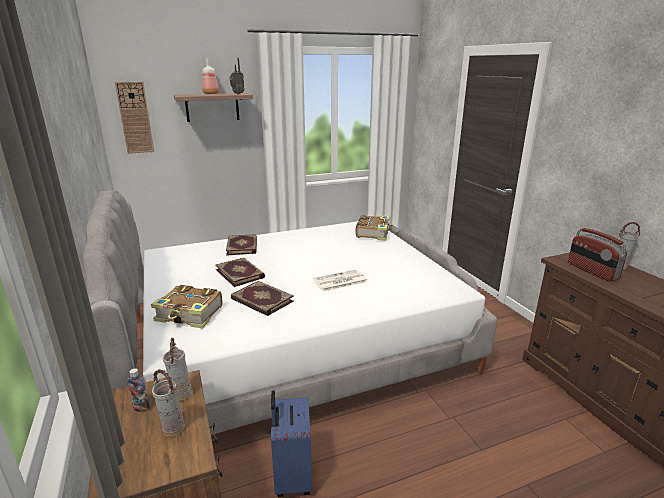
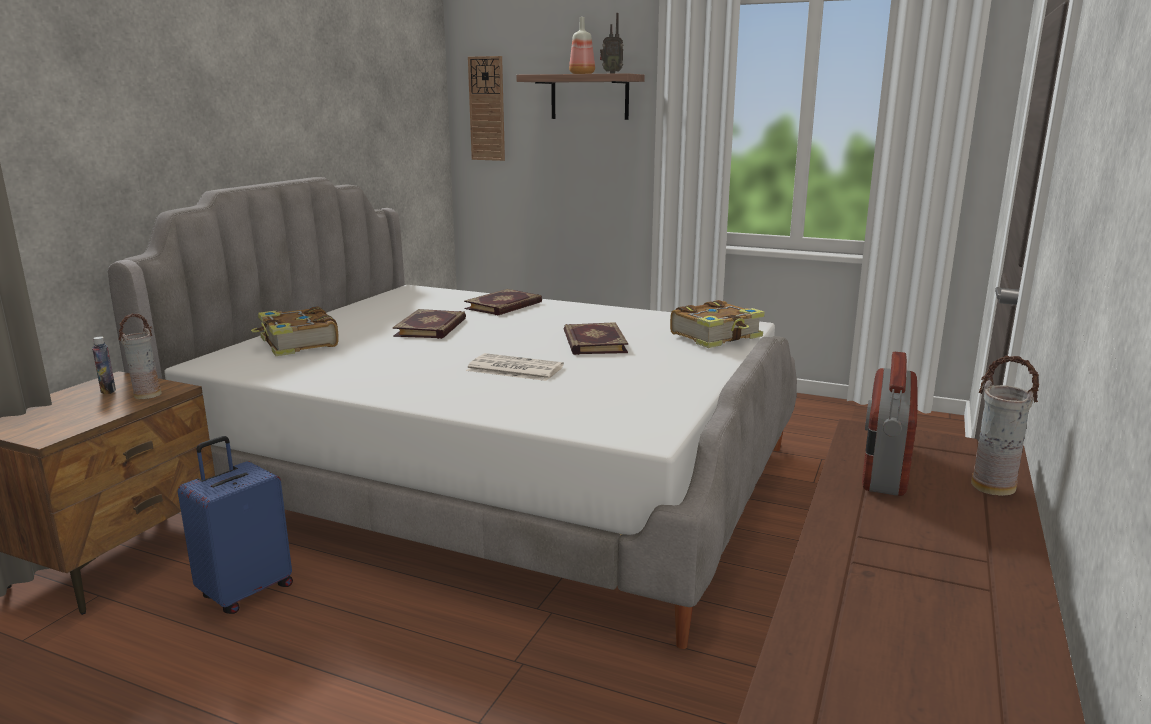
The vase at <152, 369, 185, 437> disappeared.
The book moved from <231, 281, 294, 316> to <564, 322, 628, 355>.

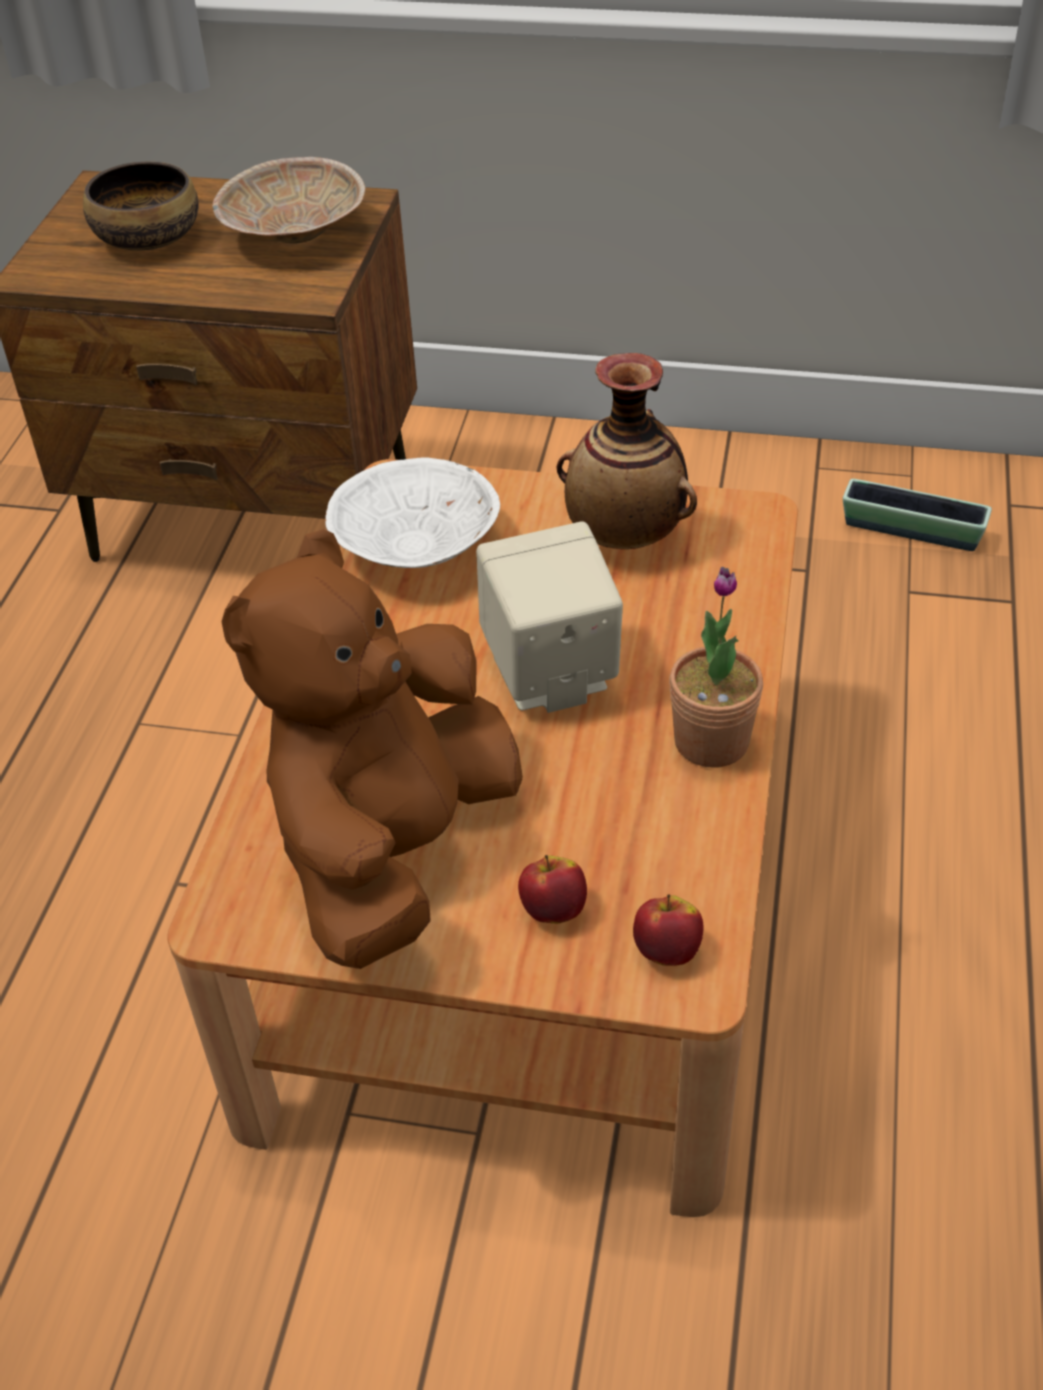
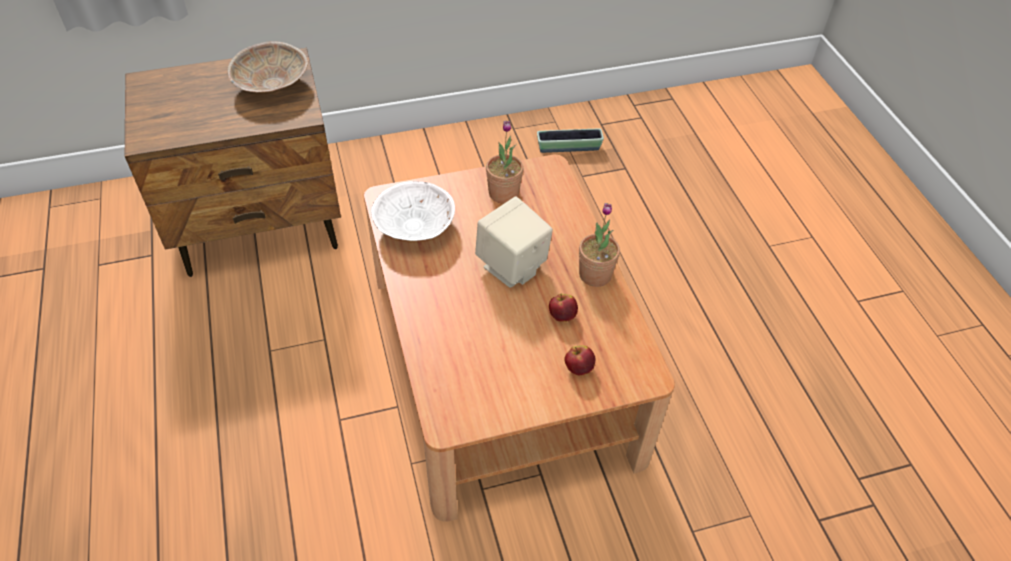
The bowl at <83, 162, 199, 251> disappeared.
The plush toy/brown at <221, 529, 523, 969> disappeared.
The apple moved from <633, 895, 704, 966> to <549, 294, 578, 322>.
The vase at <556, 353, 697, 549> was replaced by the potted plant at <486, 120, 523, 204>.

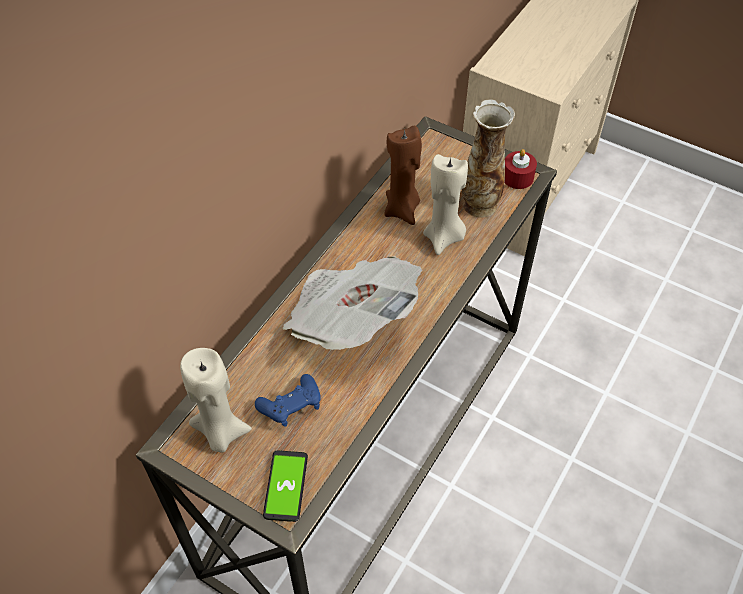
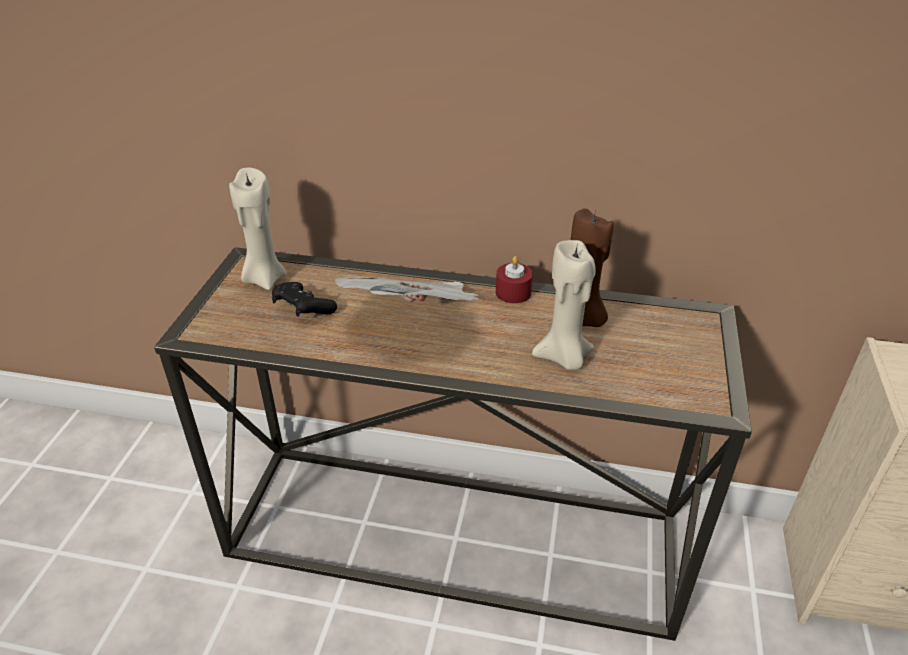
The phone at <263, 450, 308, 522> disappeared.
The vase at <462, 99, 515, 218> disappeared.
The candle/red moved from <505, 149, 537, 189> to <496, 256, 533, 303>.
The game controller/blue at <255, 374, 321, 427> became the game controller/black at <272, 282, 337, 317>.

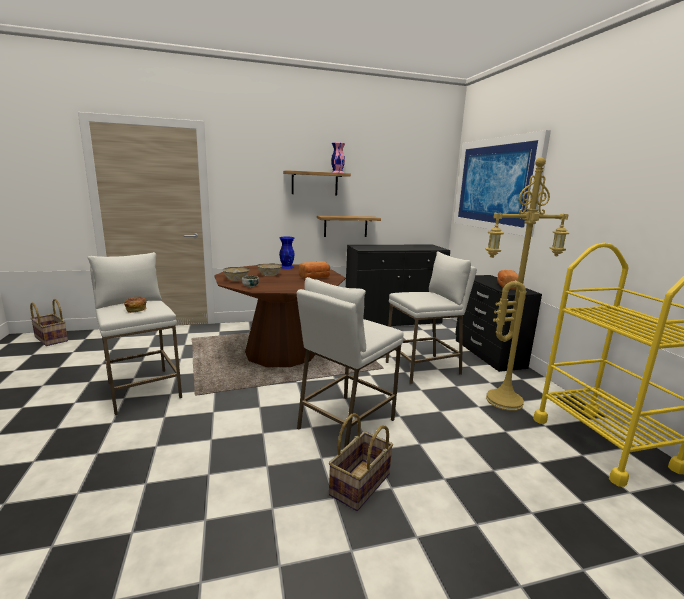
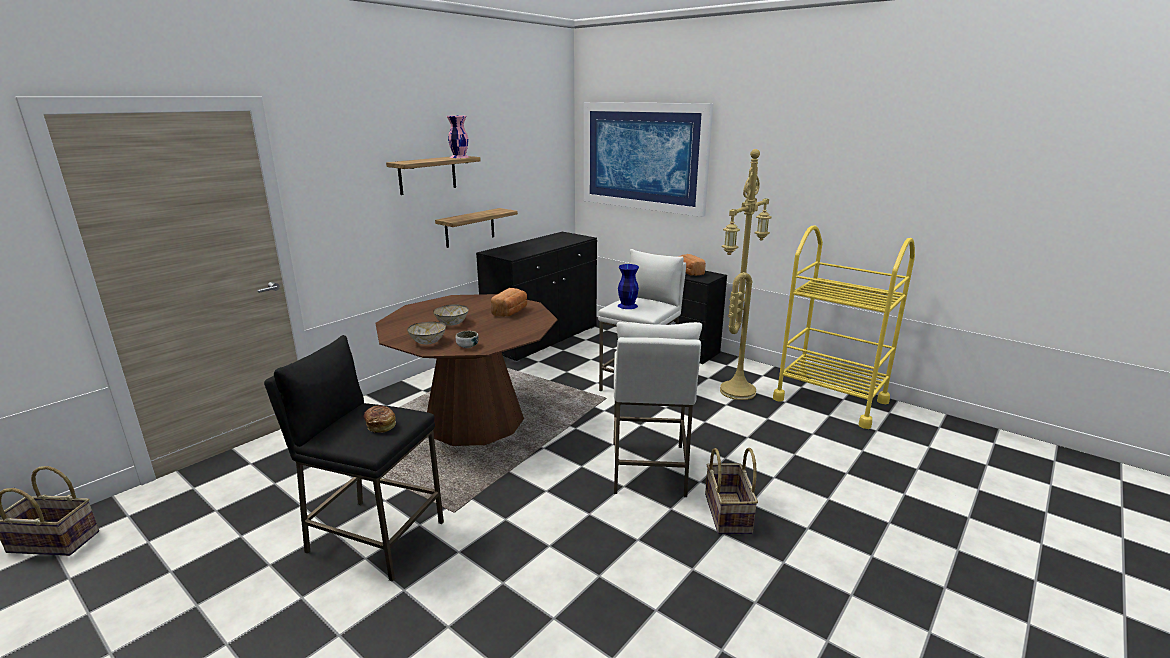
The vase/blue moved from <279, 237, 295, 269> to <618, 264, 639, 309>.
The stool/white at <88, 252, 182, 415> became the stool/black at <264, 335, 444, 582>.

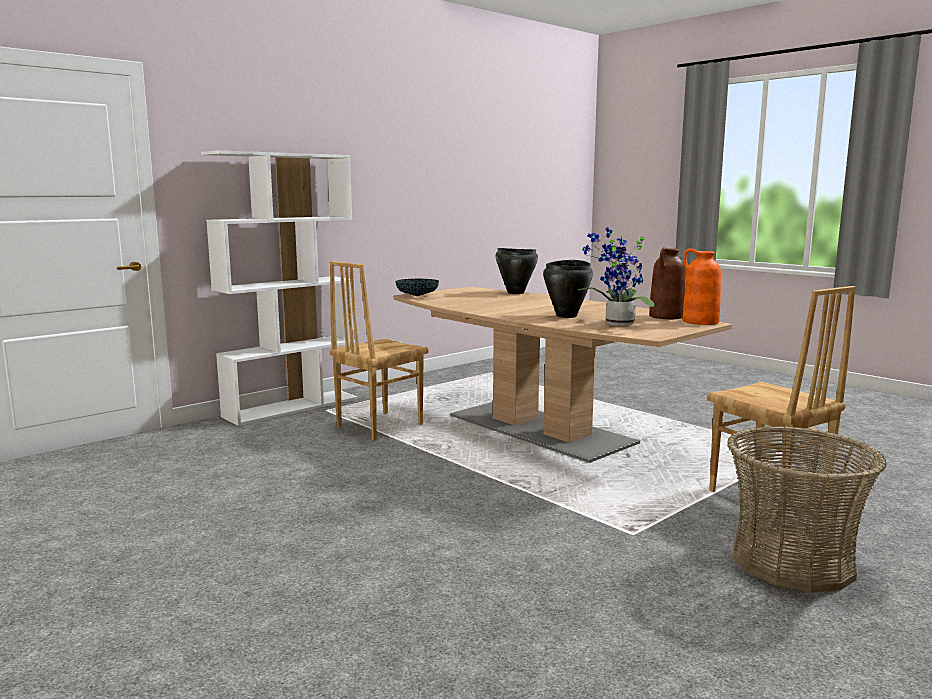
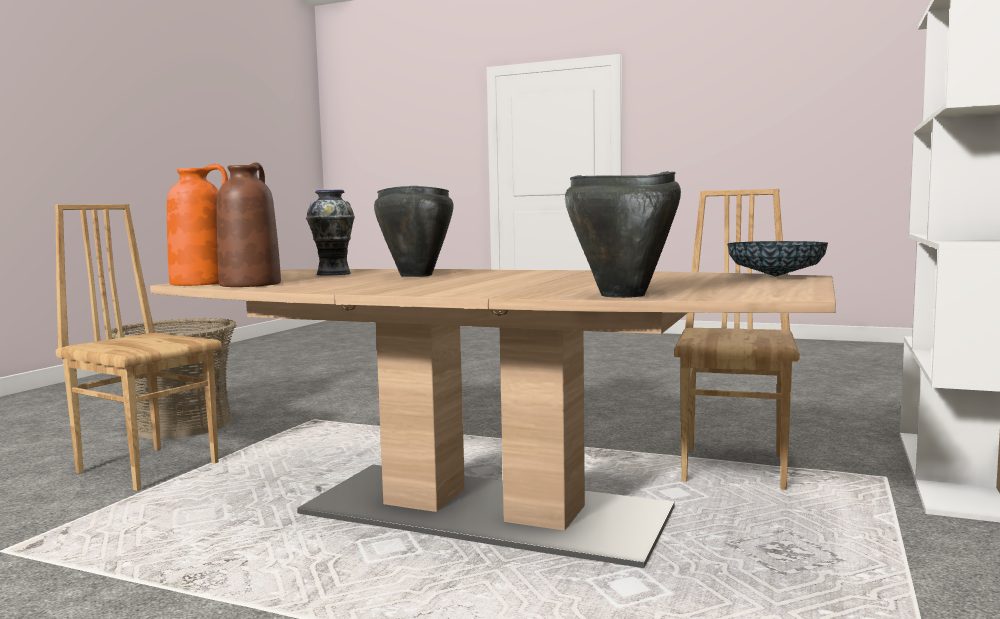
The potted plant at <578, 227, 655, 326> was replaced by the vase at <306, 189, 355, 275>.

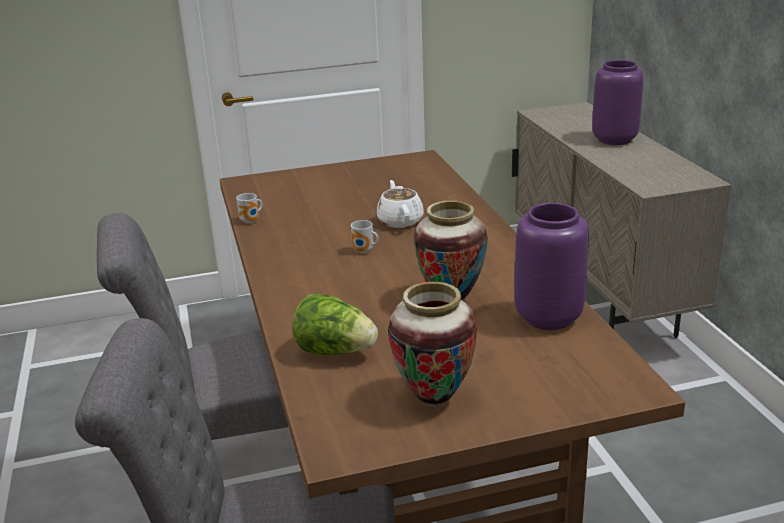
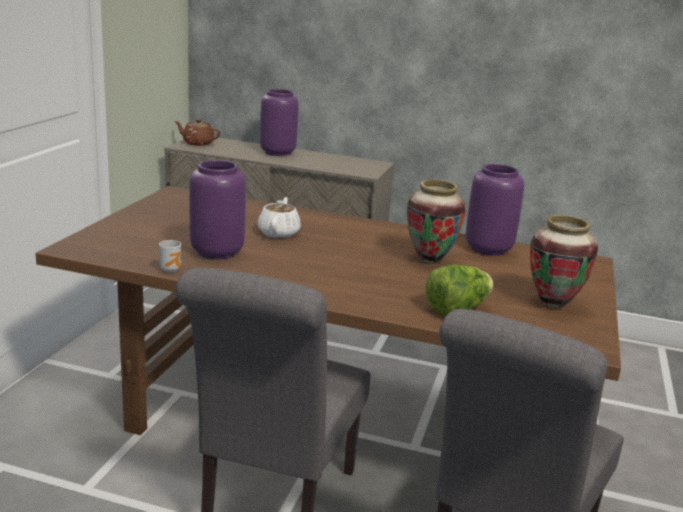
The mug at <351, 220, 379, 254> disappeared.
The teapot/brown at <174, 119, 220, 146> appeared.
The vase/purple at <189, 160, 246, 259> appeared.
The teapot/white at <377, 180, 424, 228> turned 75 degrees clockwise.

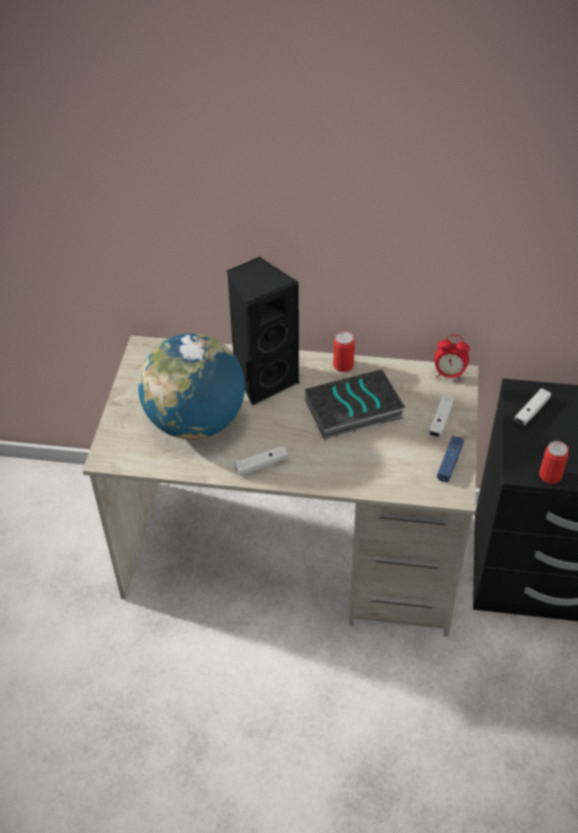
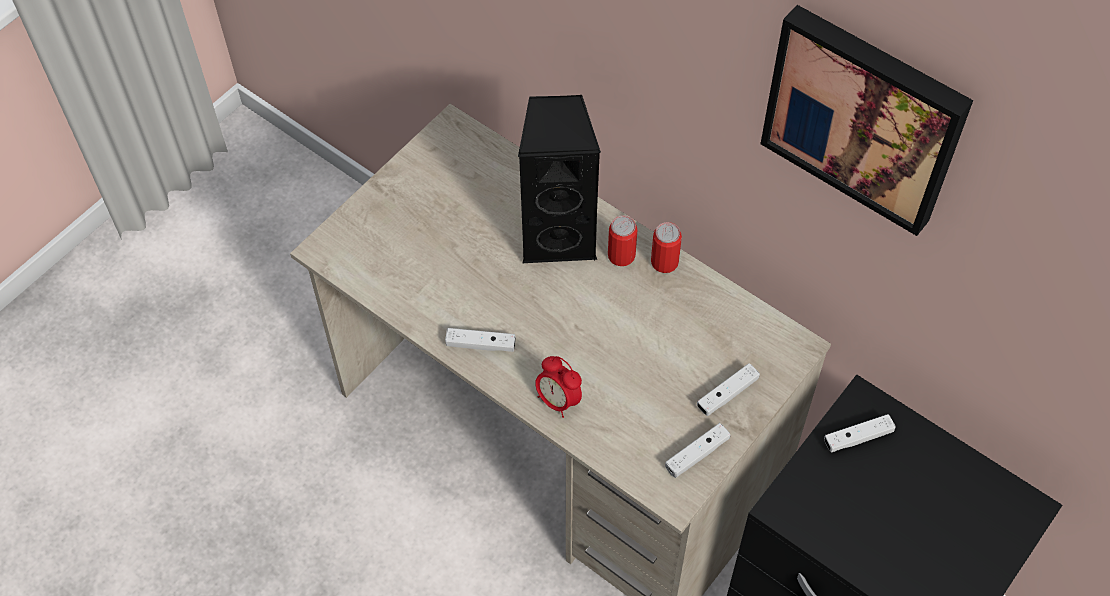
The globe at <138, 333, 245, 440> disappeared.
The book at <305, 369, 406, 440> disappeared.
The picture at <761, 5, 973, 236> appeared.
The alarm clock moved from <434, 335, 470, 382> to <535, 356, 582, 418>.
The can moved from <539, 441, 569, 484> to <608, 215, 637, 266>.
The game controller/blue at <437, 436, 464, 482> became the game controller/white at <665, 423, 730, 478>.

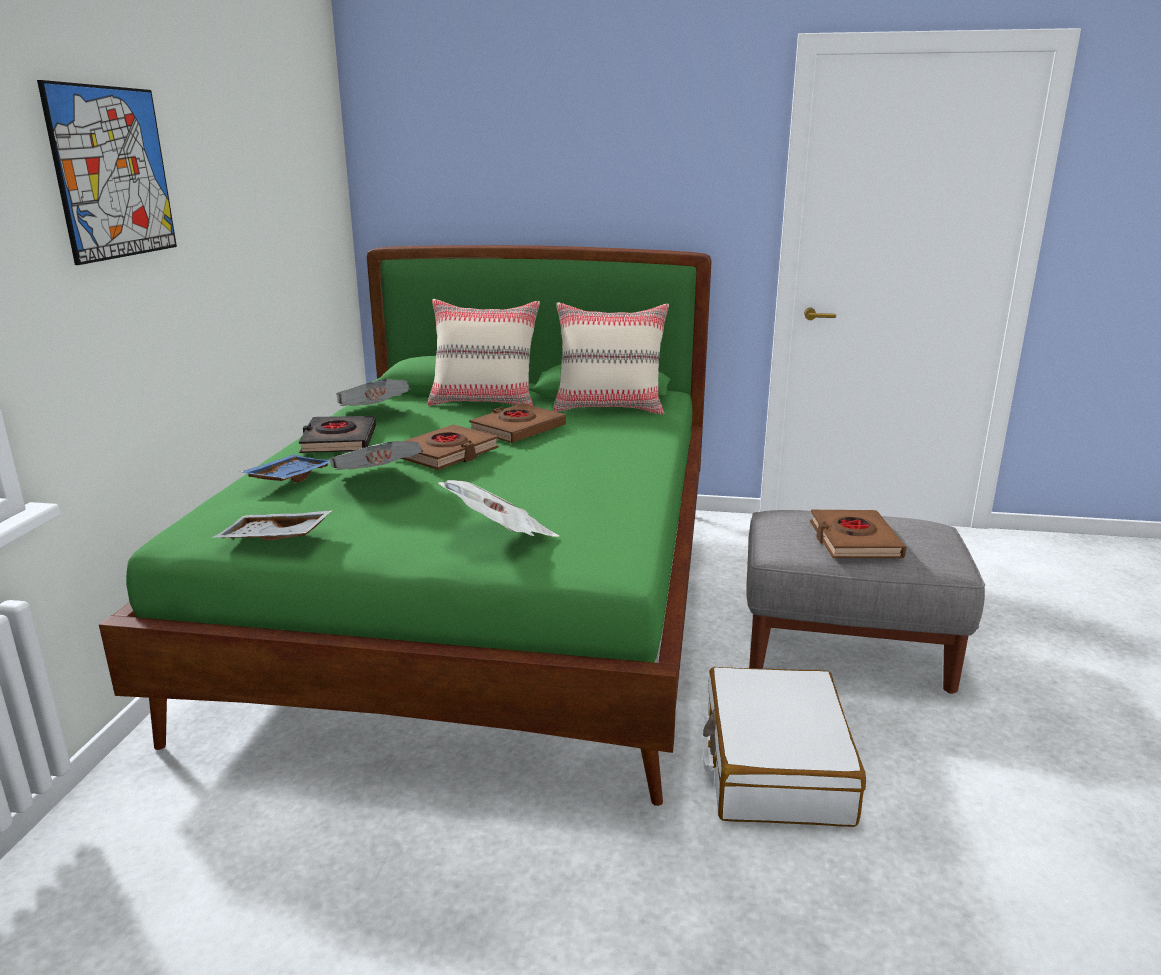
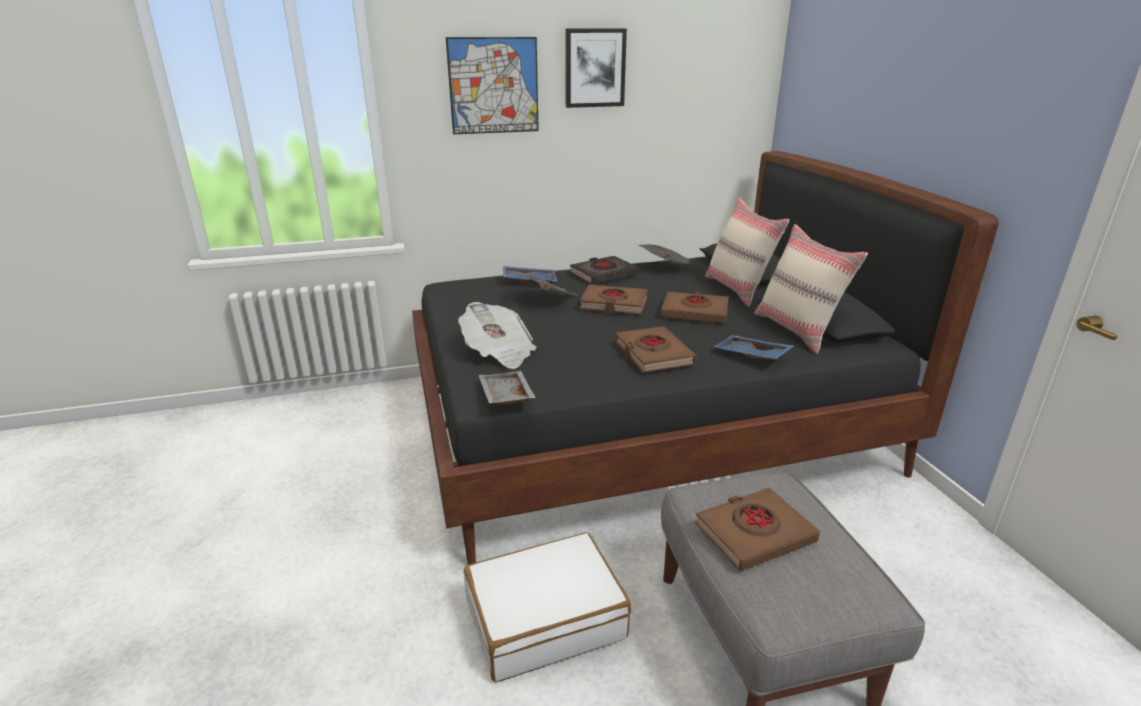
The picture at <565, 29, 627, 108> appeared.
The book/brown at <615, 326, 697, 373> appeared.
The tray/blue at <713, 335, 793, 360> appeared.
The tray/grey moved from <213, 510, 333, 540> to <479, 371, 536, 405>.
The bed/green at <99, 245, 712, 806> became the bed/black at <412, 151, 998, 565>.

